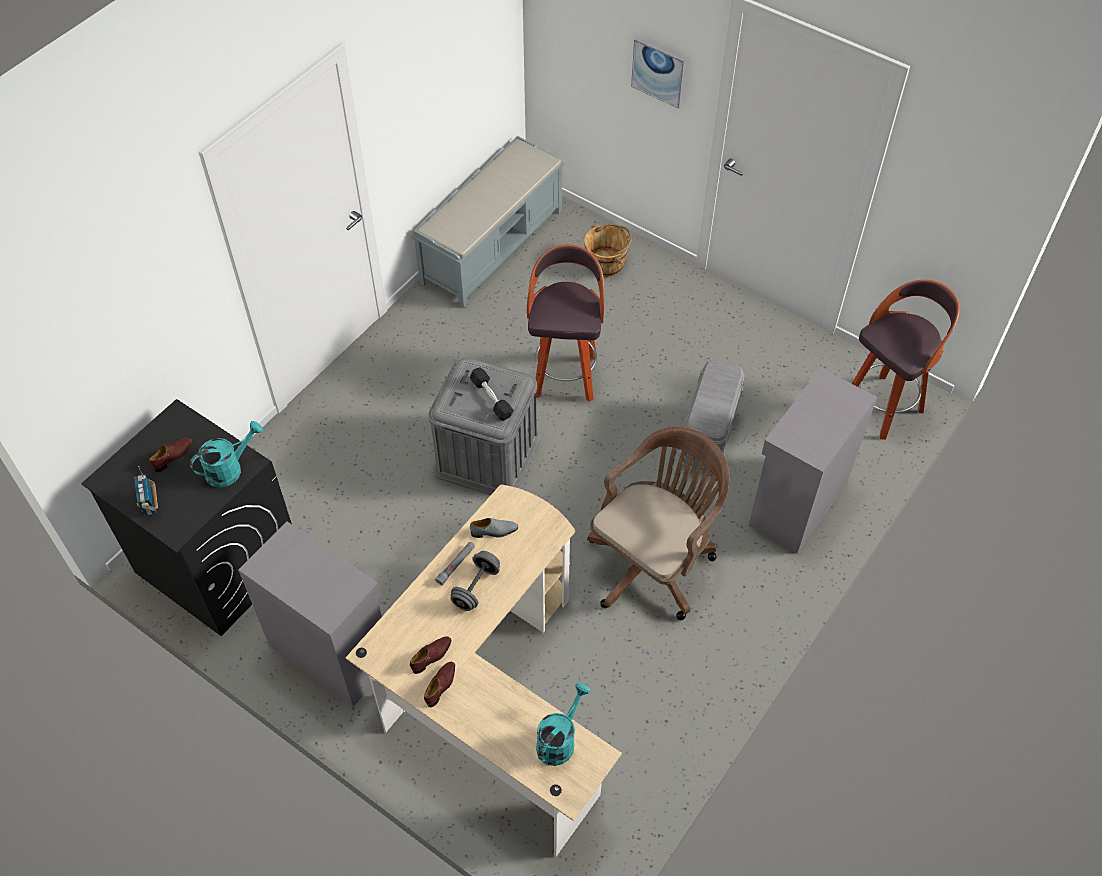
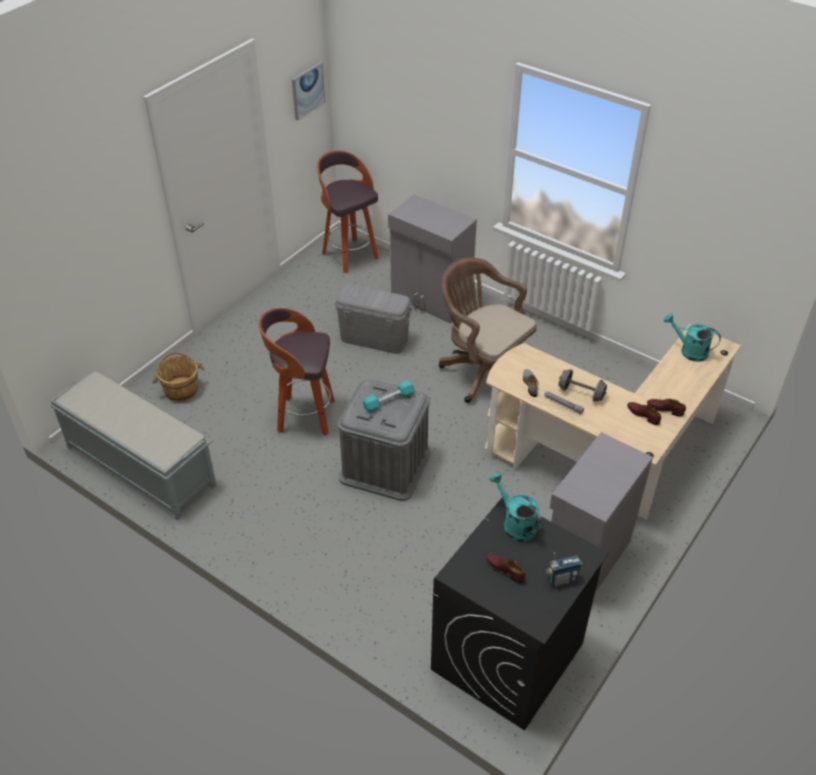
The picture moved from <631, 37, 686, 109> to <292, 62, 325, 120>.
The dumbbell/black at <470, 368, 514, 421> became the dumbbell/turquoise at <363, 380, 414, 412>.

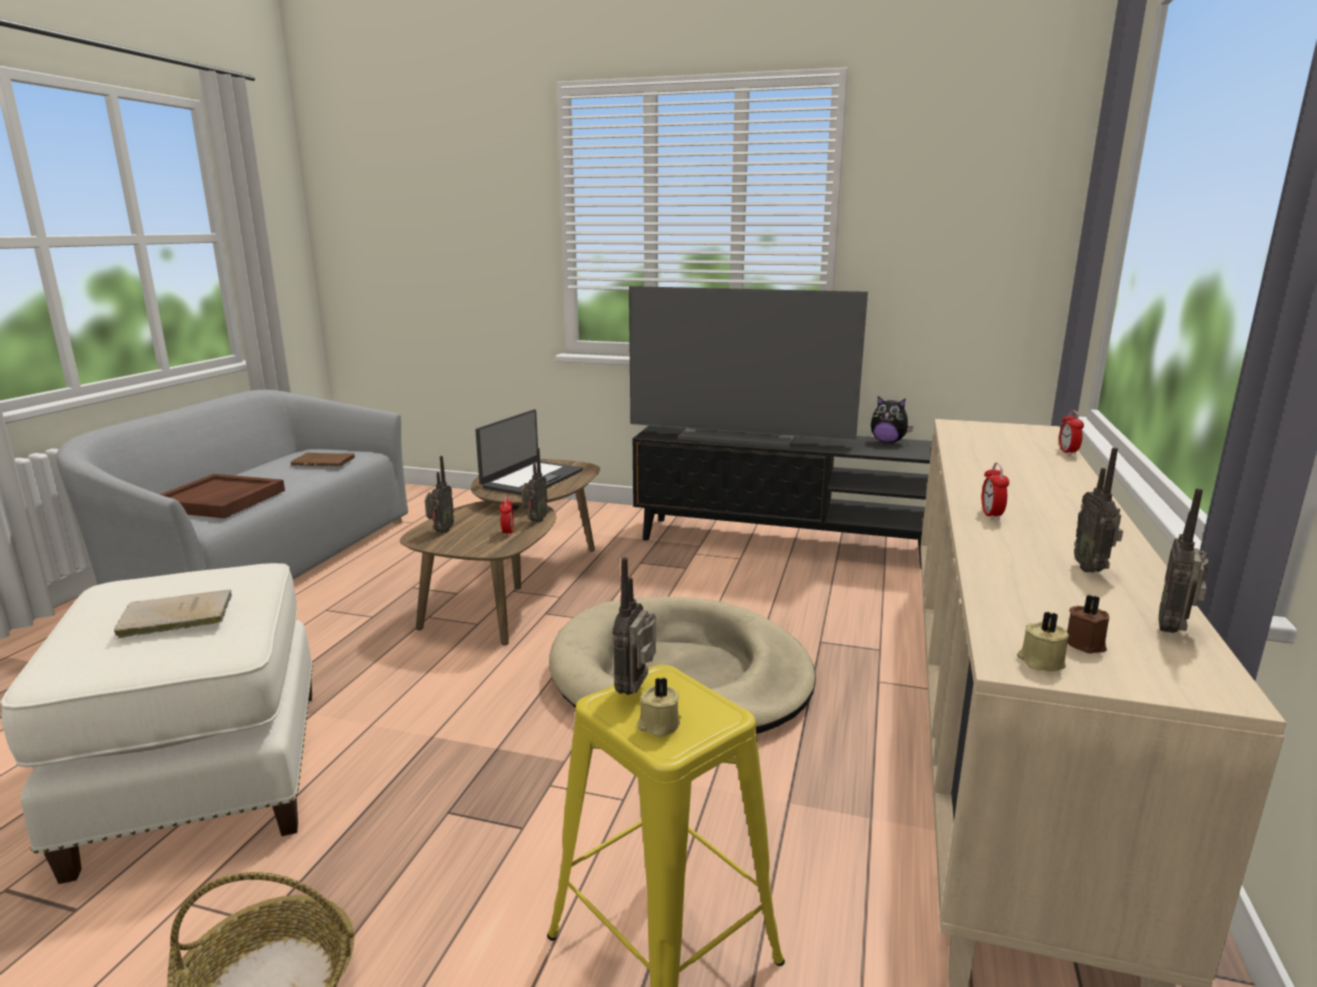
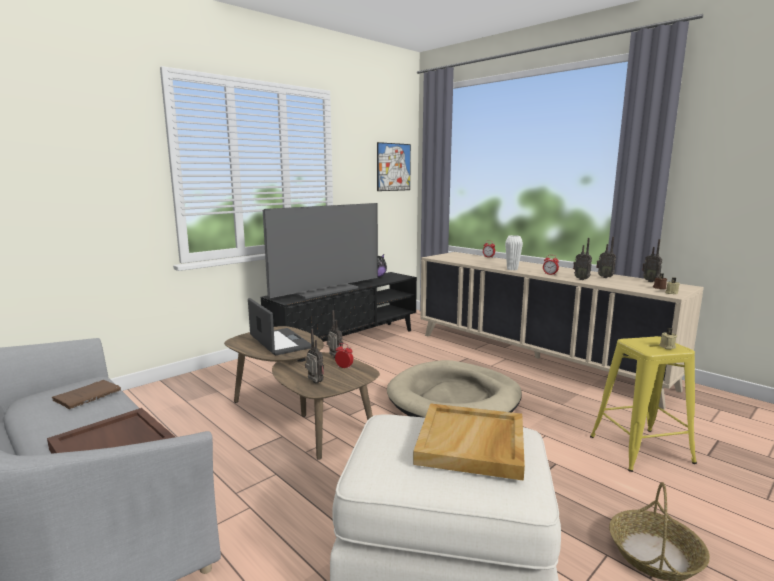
The picture at <377, 142, 411, 191> appeared.
The vase/white at <505, 235, 523, 270> appeared.
The radio moved from <613, 557, 656, 695> to <573, 238, 592, 280>.
The book/beige at <114, 589, 232, 639> was replaced by the tray/beige at <413, 403, 525, 481>.

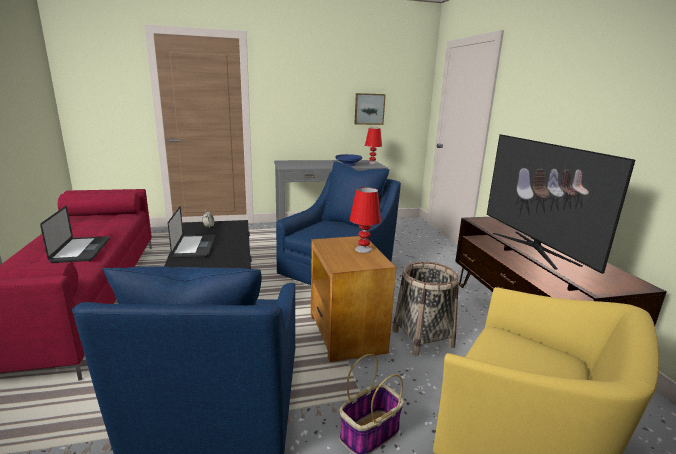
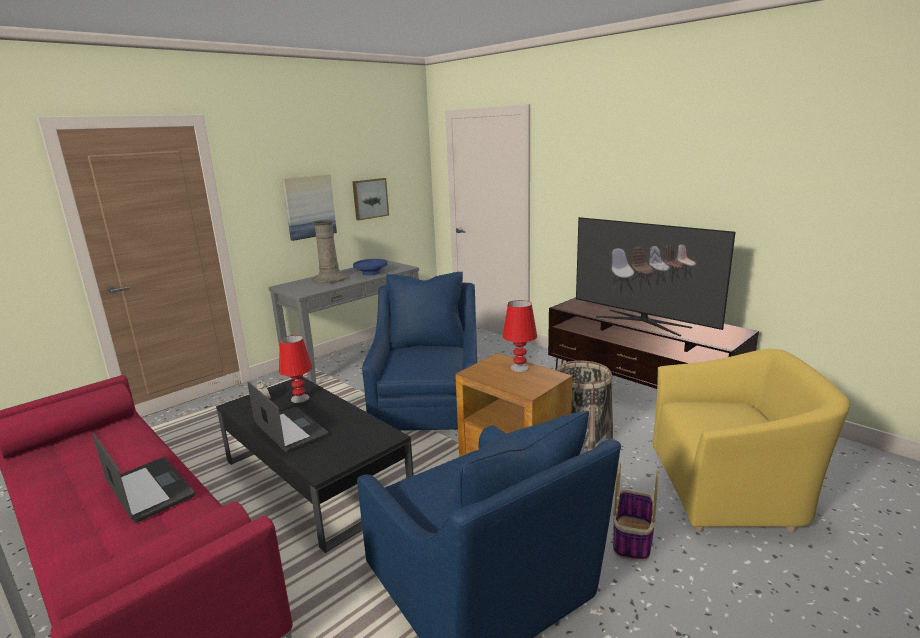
The picture at <282, 174, 337, 241> appeared.
The vase/beige at <312, 220, 348, 283> appeared.
The table lamp/red moved from <365, 128, 382, 164> to <279, 335, 313, 403>.

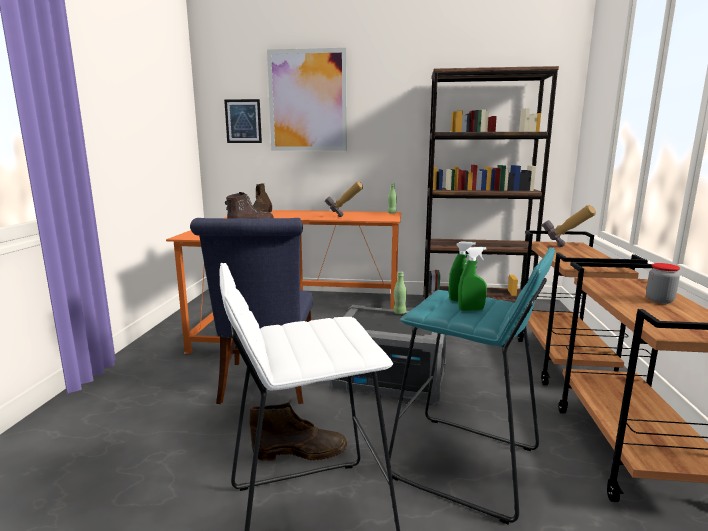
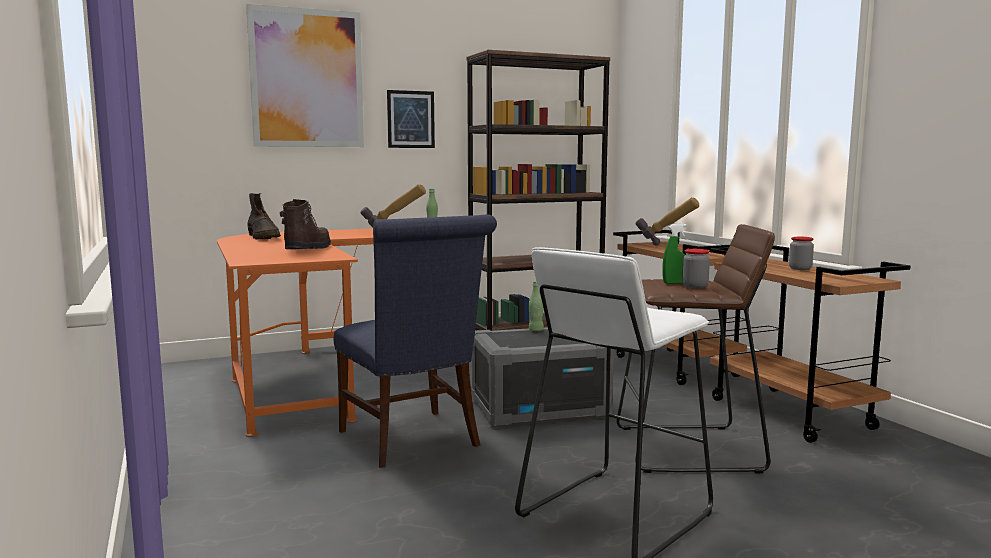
The boot/brown at <249, 401, 347, 461> disappeared.
The picture moved from <224, 99, 262, 143> to <387, 90, 435, 148>.
The spray bottle/green at <458, 247, 487, 311> was replaced by the jar at <682, 249, 710, 288>.
The stool/turquoise at <389, 247, 555, 524> became the stool/brown at <617, 224, 775, 473>.

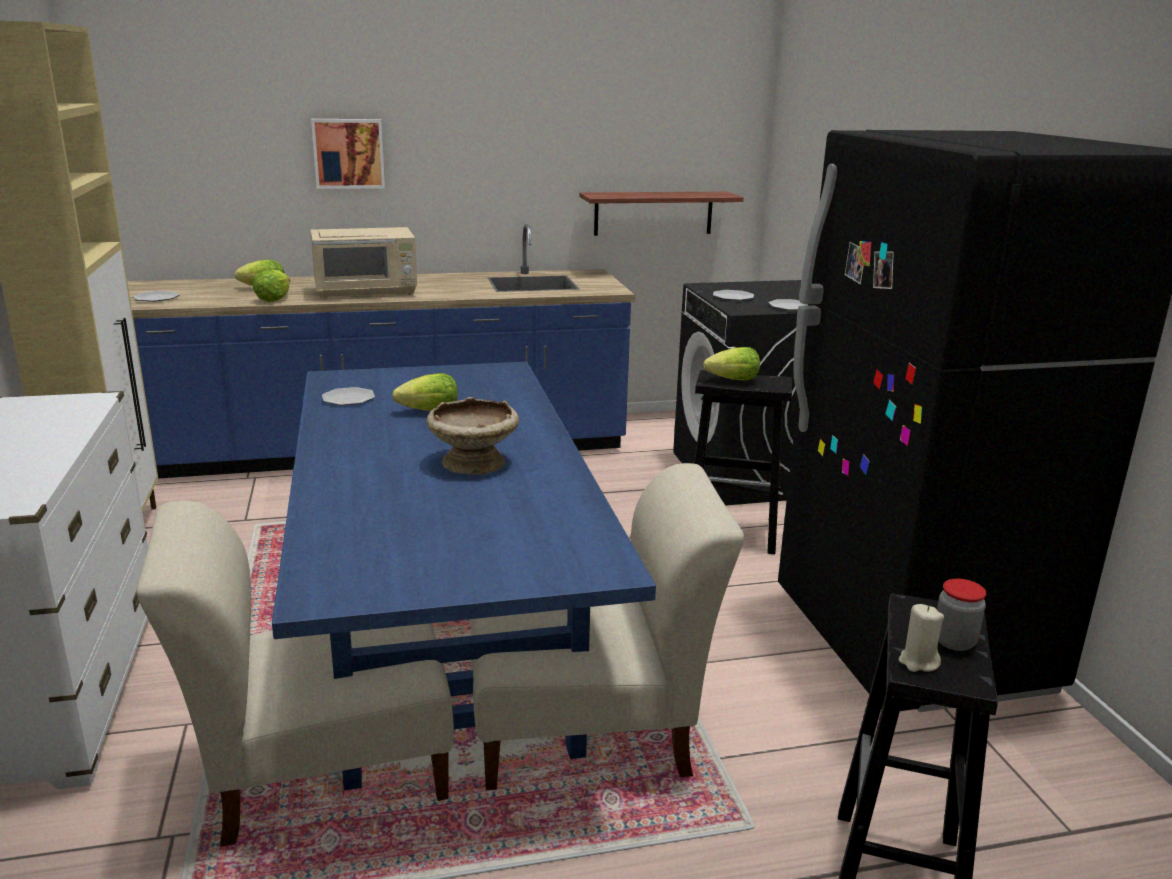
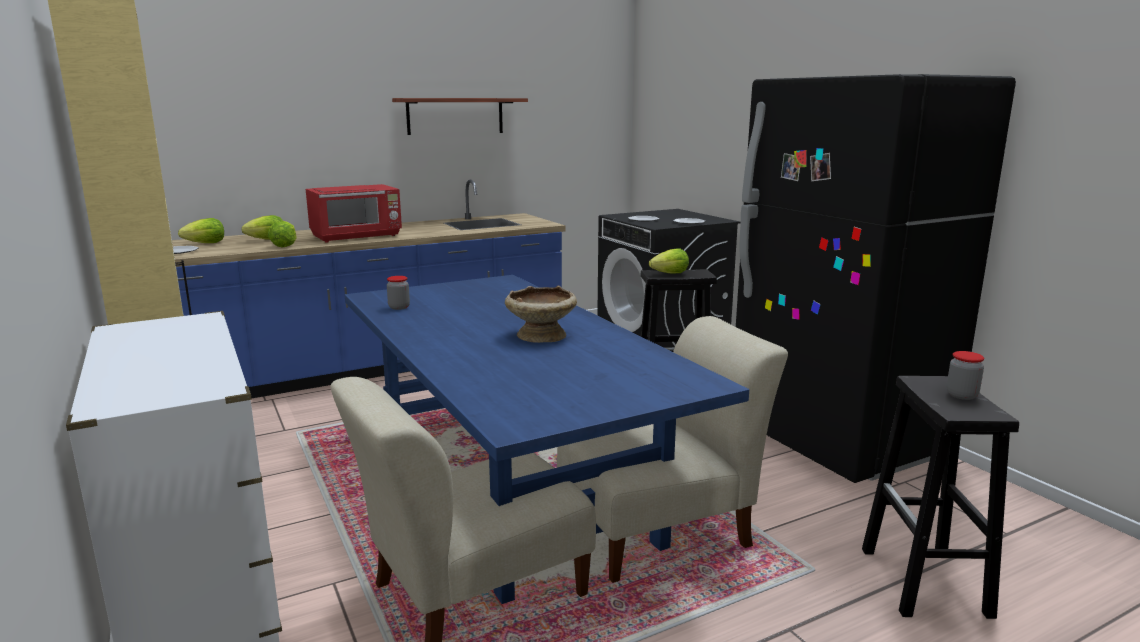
The picture at <311, 119, 385, 189> disappeared.
The candle/beige at <899, 604, 944, 672> disappeared.
The lettuce moved from <392, 373, 458, 411> to <178, 218, 224, 243>.
The shelf moved from <579, 192, 744, 236> to <392, 98, 528, 135>.
The plate at <322, 387, 375, 405> was replaced by the jar at <387, 276, 410, 310>.
The microwave/beige at <310, 227, 417, 298> became the microwave/red at <306, 184, 402, 243>.

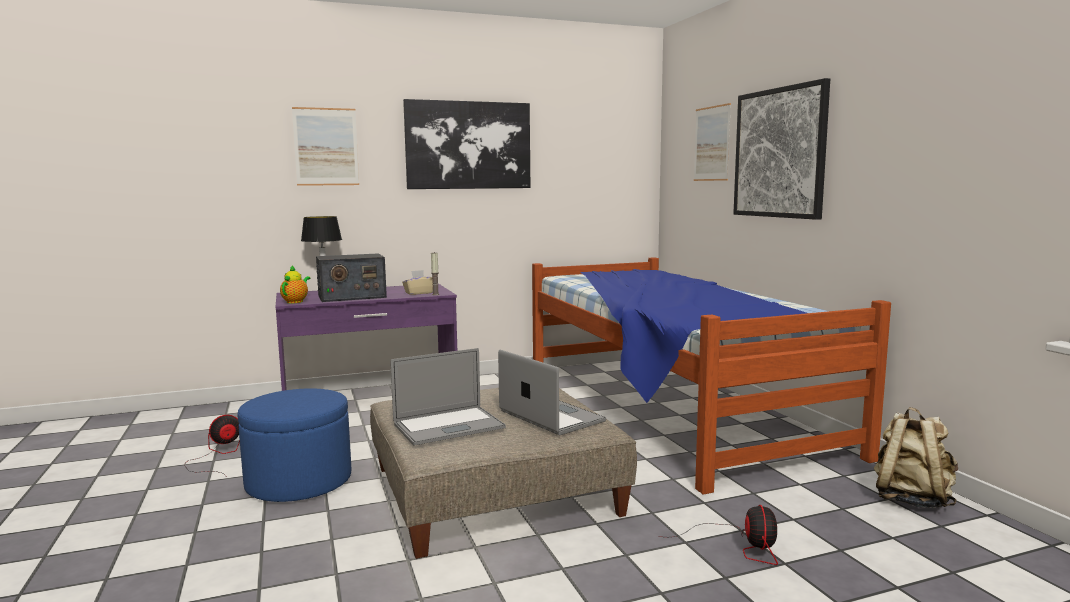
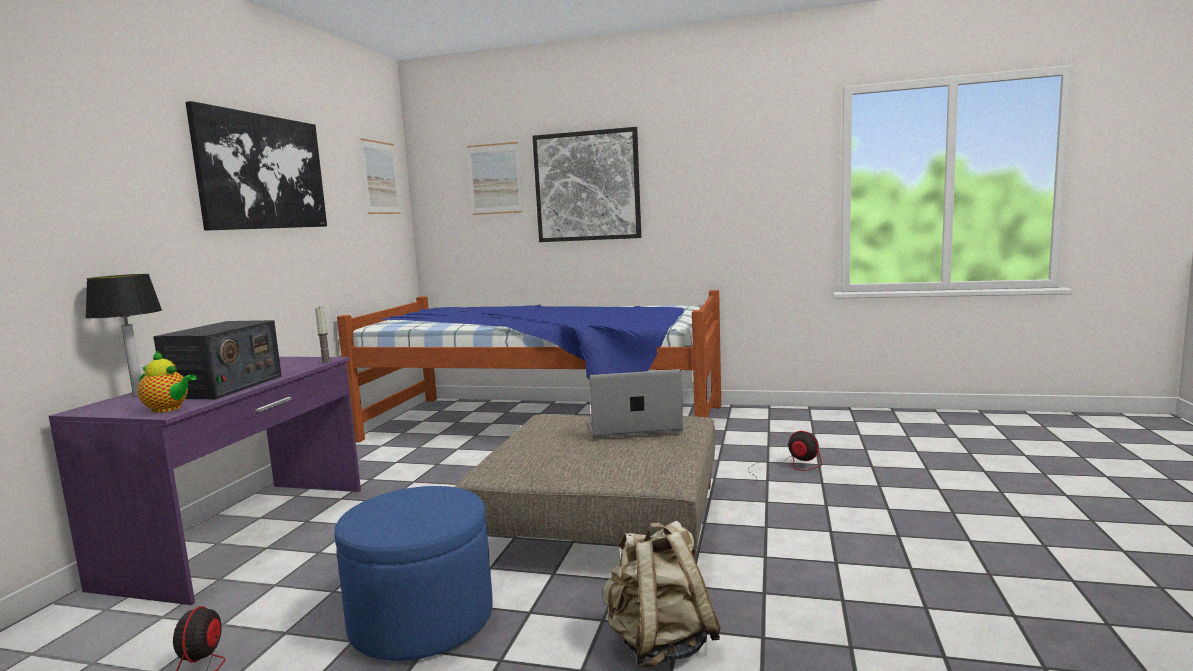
The laptop at <391, 348, 506, 446> disappeared.
The tissue box/beige at <402, 270, 433, 295> disappeared.
The picture moved from <292, 107, 359, 186> to <361, 138, 400, 214>.
The backpack/beige moved from <874, 407, 958, 508> to <602, 521, 721, 668>.
The teapot at <280, 265, 310, 303> turned 150 degrees clockwise.

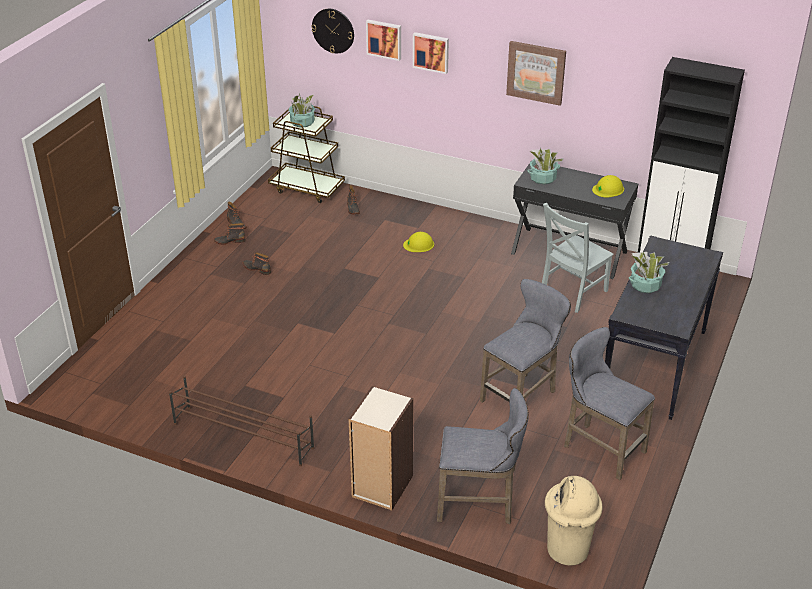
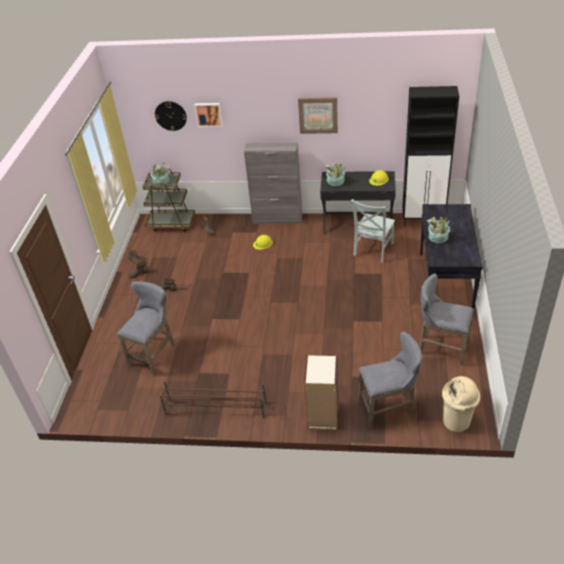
The picture at <413, 32, 449, 74> disappeared.
The cabinet/grey at <244, 142, 302, 224> appeared.
The stool/grey moved from <480, 279, 571, 403> to <118, 281, 175, 375>.

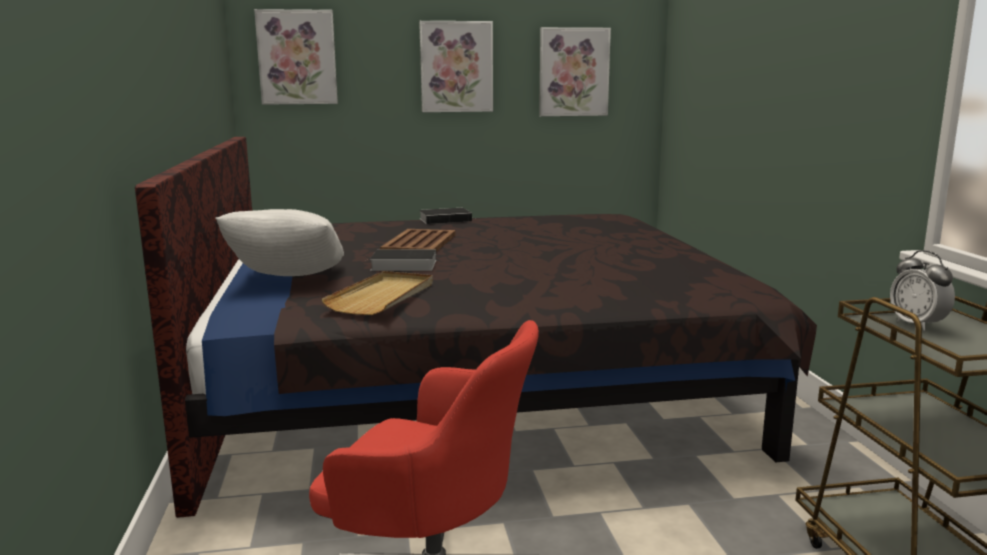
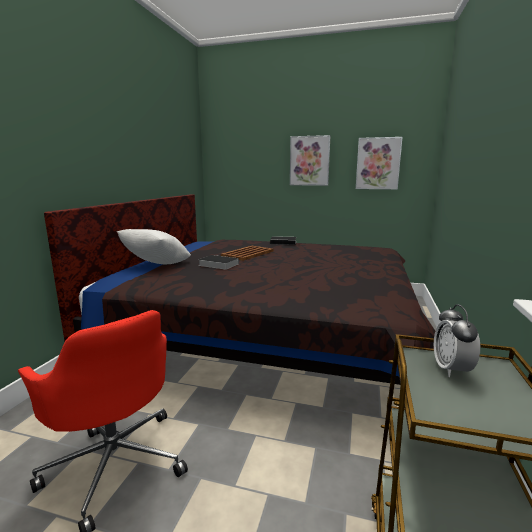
The picture at <254, 9, 338, 105> disappeared.
The tray/beige at <321, 271, 433, 315> disappeared.

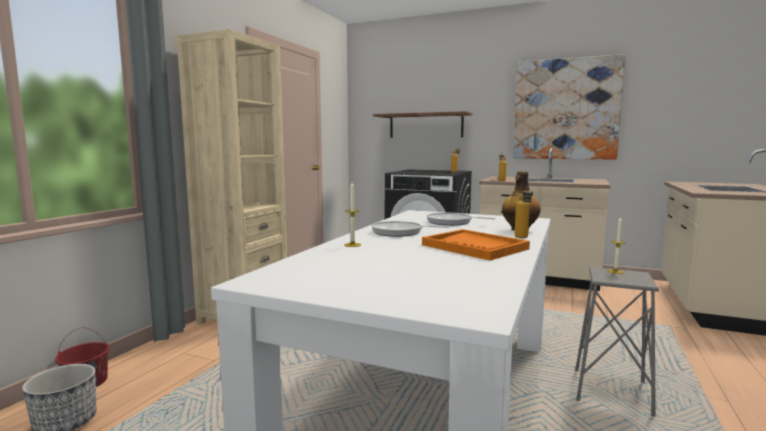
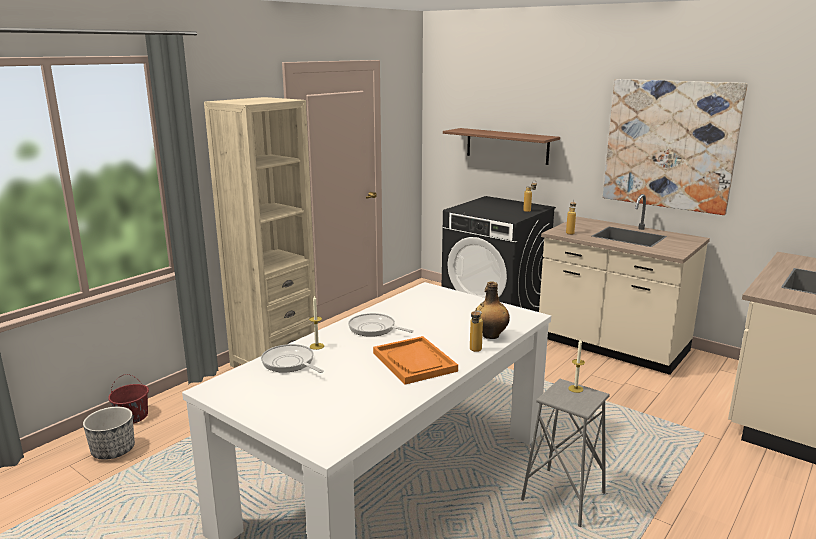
The frying pan moved from <427, 213, 496, 226> to <261, 344, 324, 373>.

